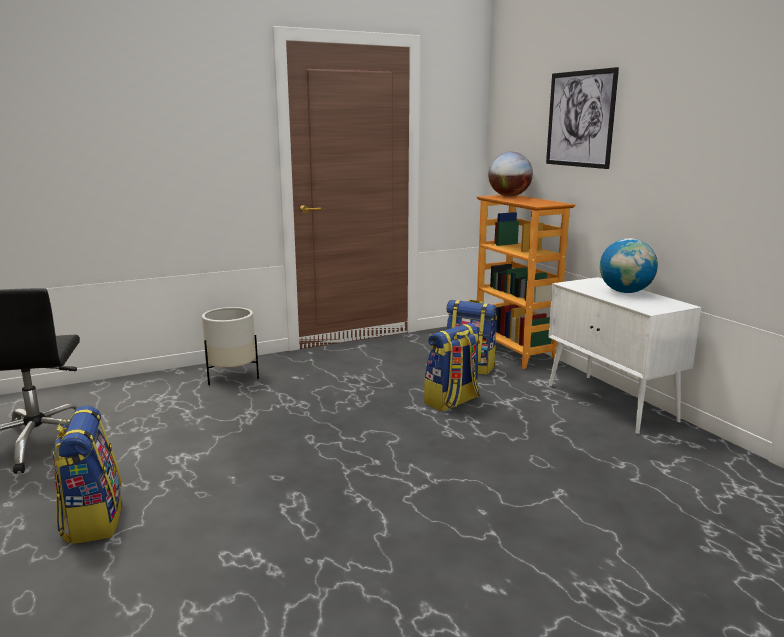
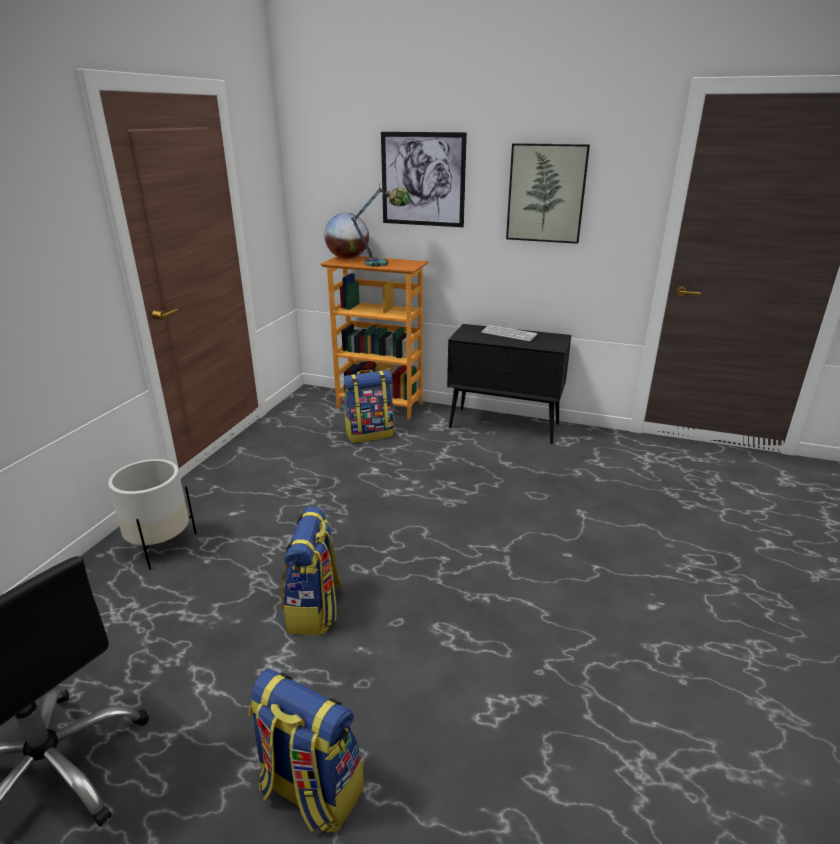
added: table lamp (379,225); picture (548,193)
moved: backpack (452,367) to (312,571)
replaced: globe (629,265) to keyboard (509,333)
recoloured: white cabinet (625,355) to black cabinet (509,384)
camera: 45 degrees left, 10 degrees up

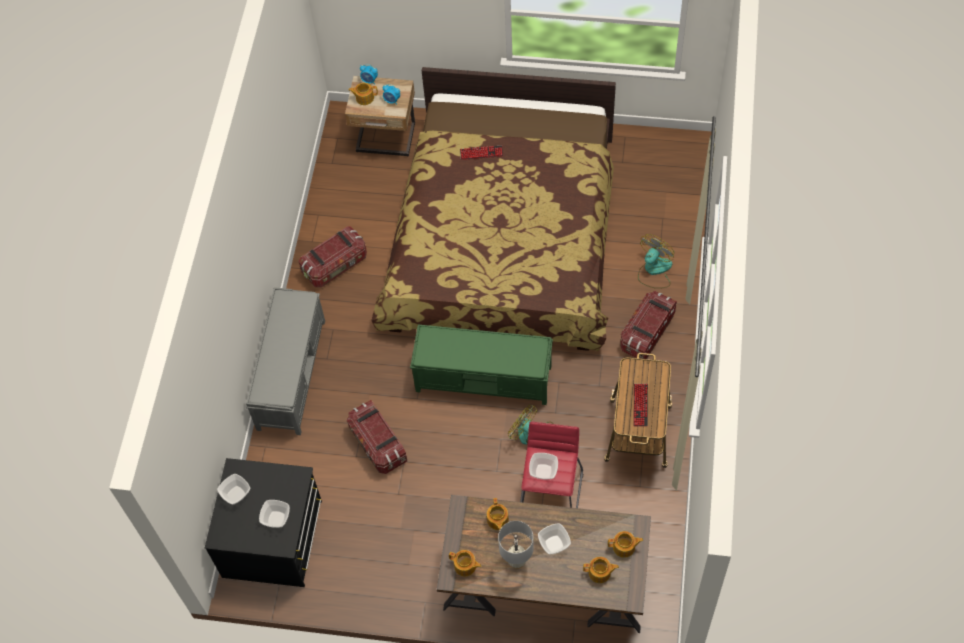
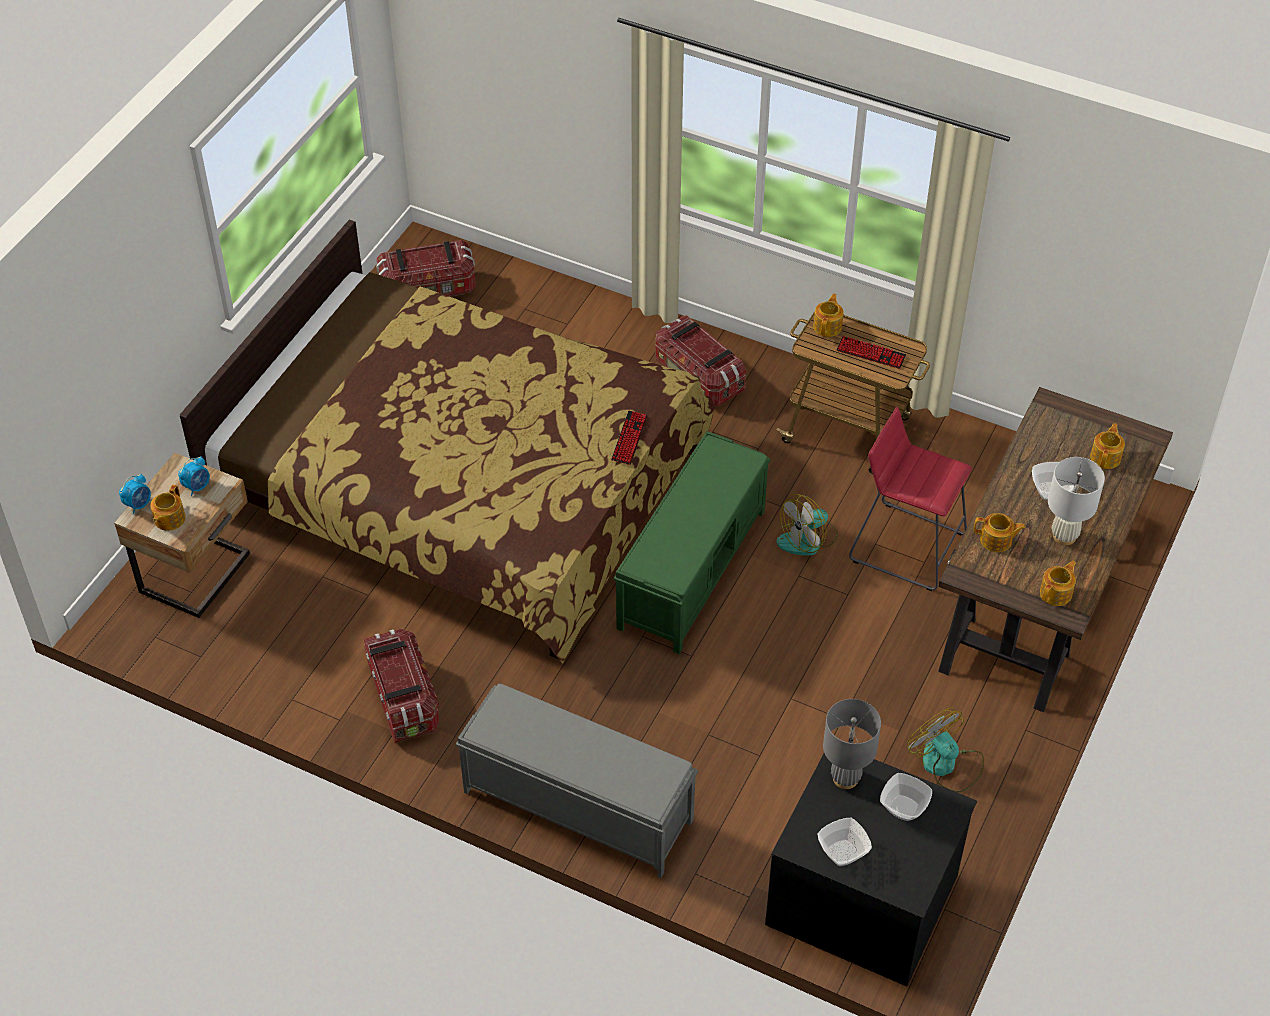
removed: bowl (543,466)
added: grey table lamp (852,744)
moved: storage box (377,437) to (426,268); keyboard (481,153) to (629,438); teapot (625,544) to (828,315); fan (656,261) to (945,750)
camera: 75 degrees left, 10 degrees down

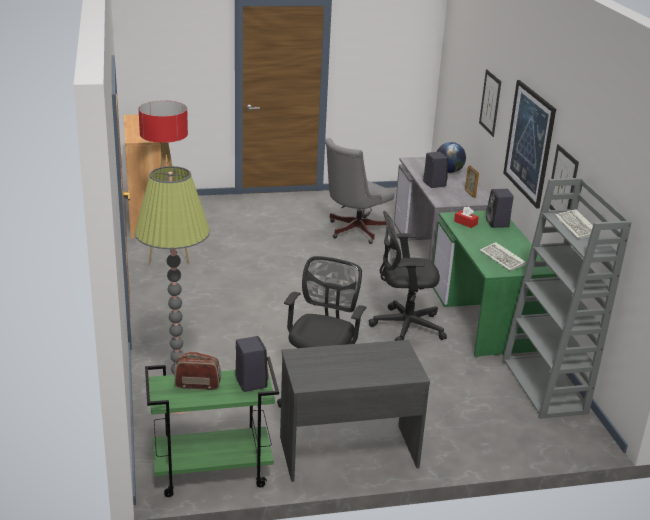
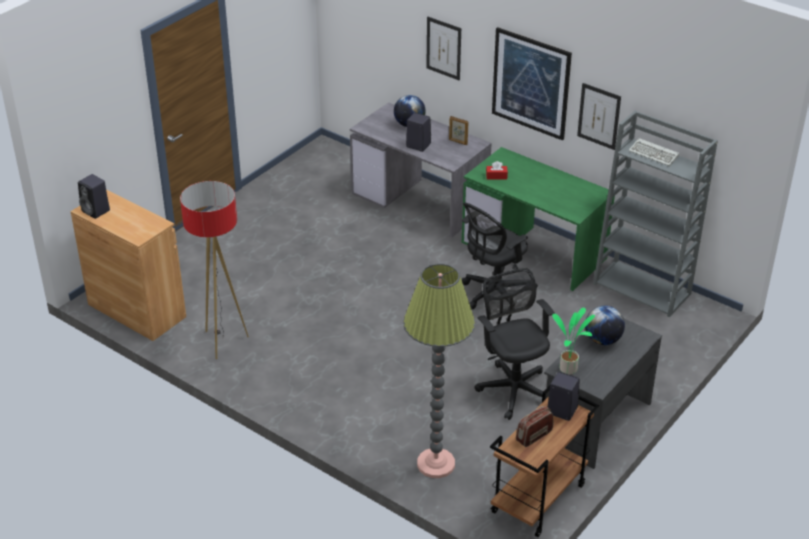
removed: grey office chair (359,191); keyboard (503,256)
added: potted plant (573,341); globe (605,325)
moved: black speaker (500,208) to (94,196)
recoloured: green cart (212,427) to brown cart (544,461)
camera: 40 degrees left, 10 degrees up

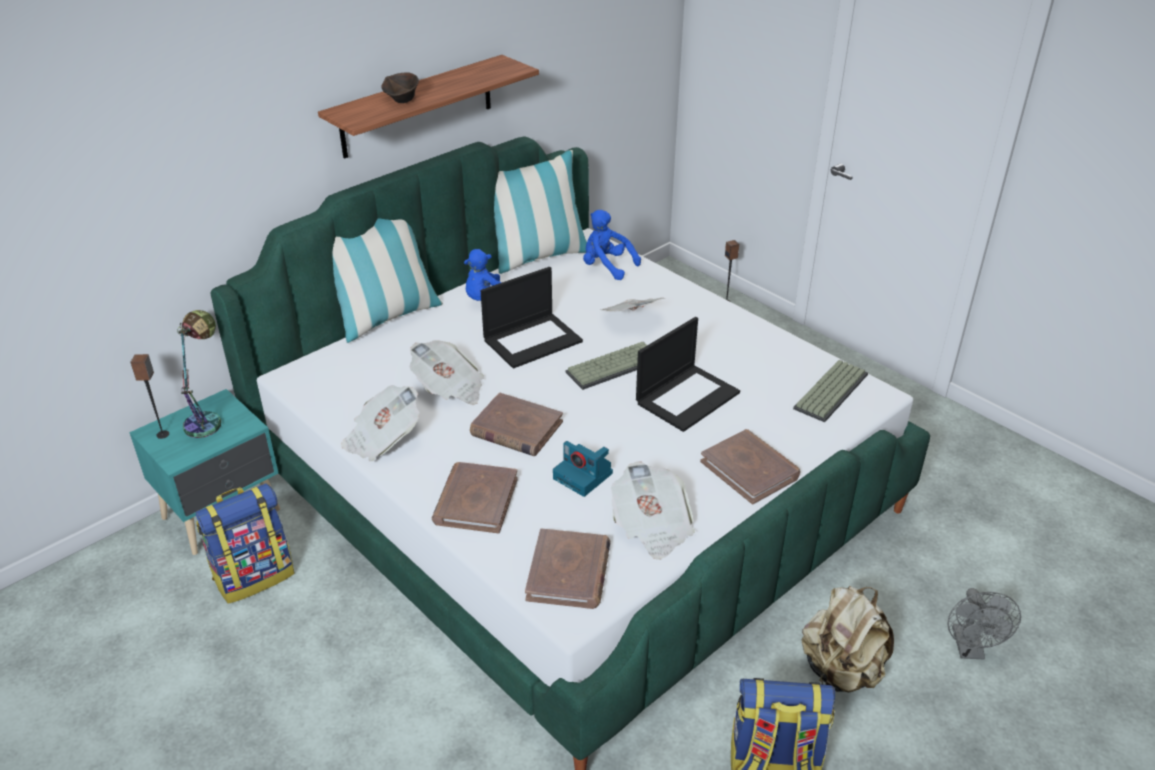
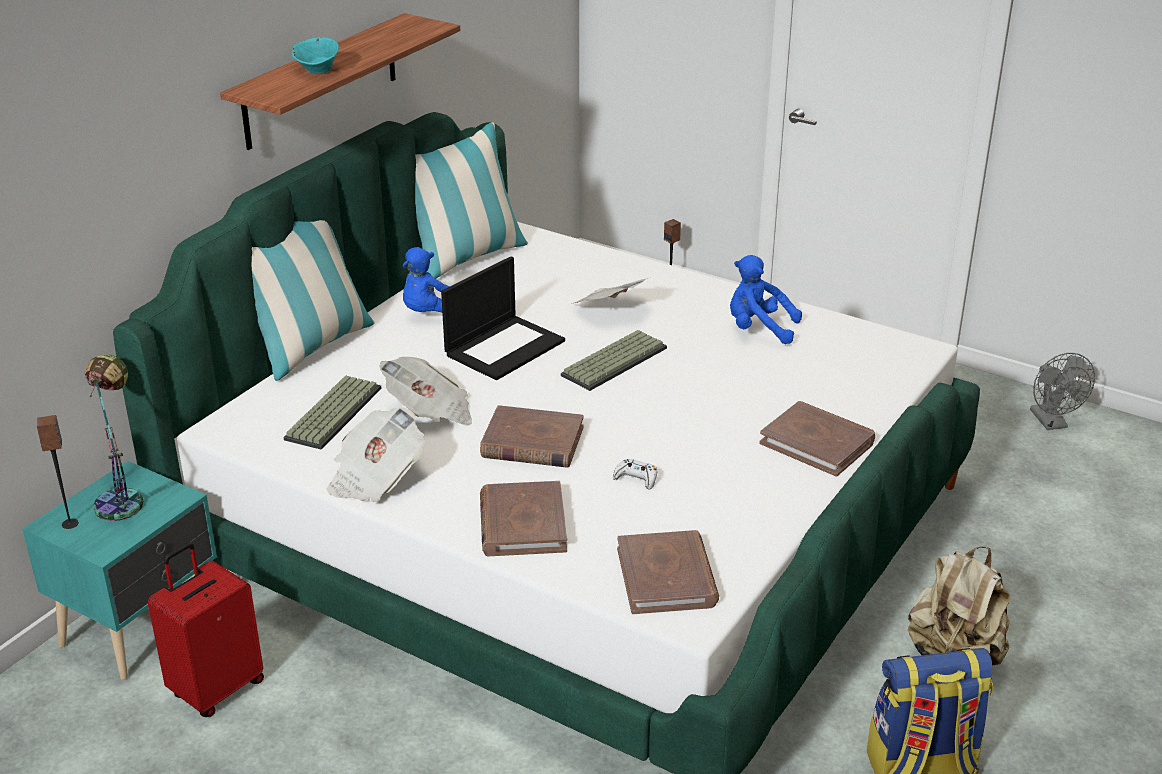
removed: newspaper (653,510); laptop (688,374)
moved: blue plush toy (612,245) to (766,299); keyboard (830,391) to (333,412); grey fan (984,623) to (1062,391)
replaced: backpack (245,543) to red suitcase (206,629); photo camera (583,469) to white game controller (635,474)
recoloured: brown bowl (400,87) to turquoise bowl (315,55)
camera: 15 degrees left, 5 degrees down

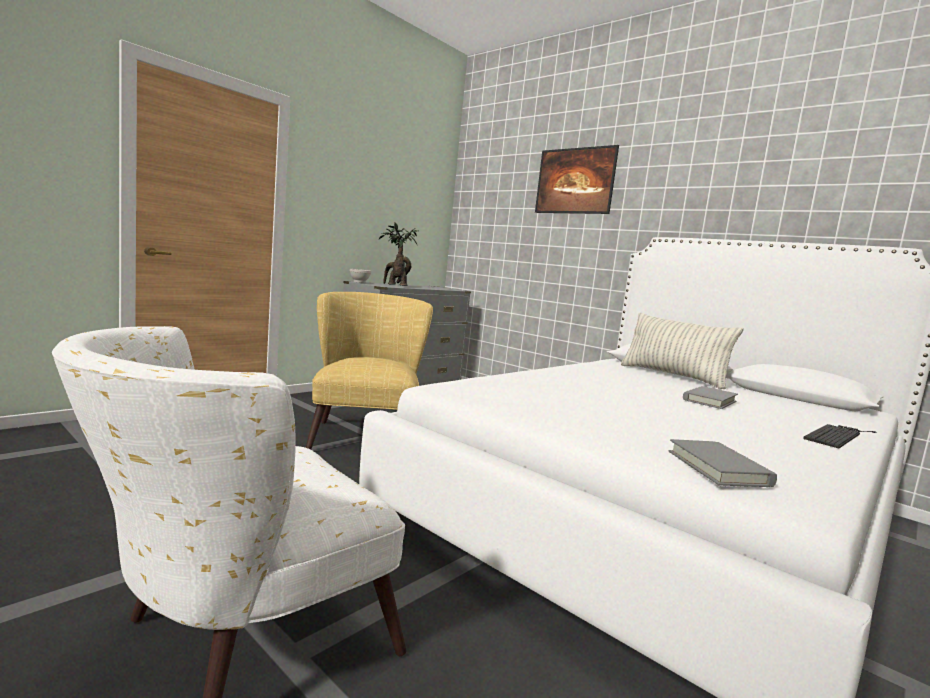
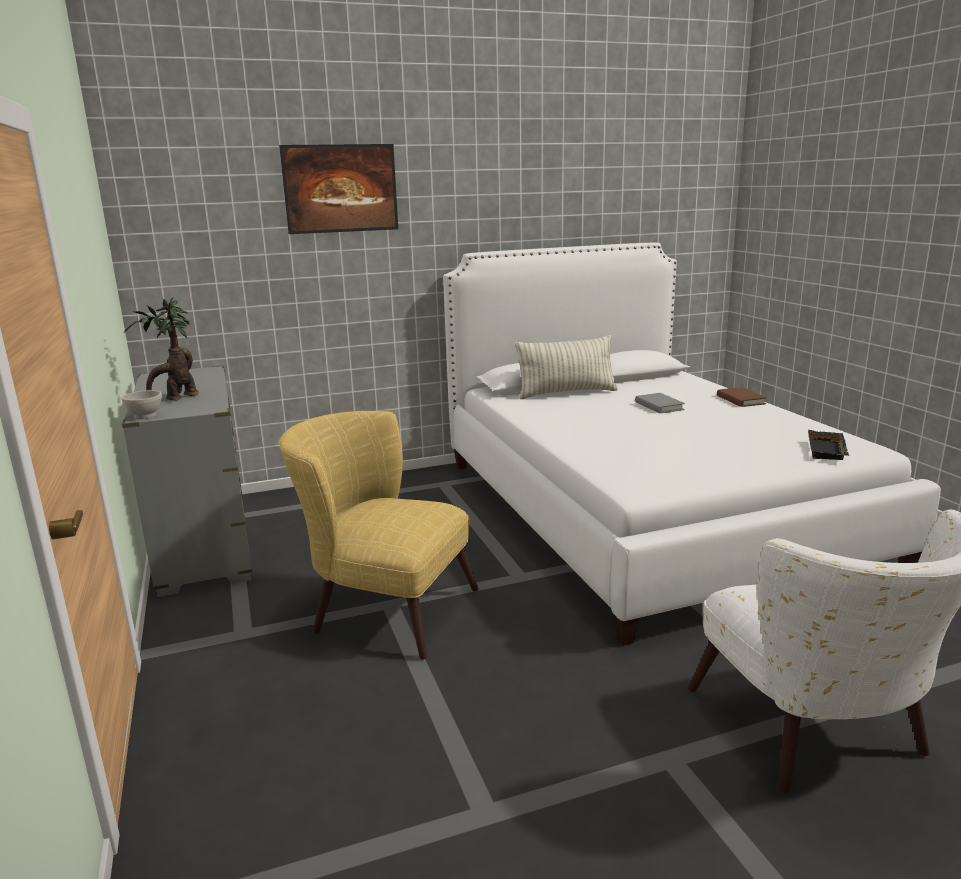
replaced: grey book (723,463) to black tray (828,445); keyboard (840,436) to brown book (742,397)
camera: 60 degrees left, 10 degrees up

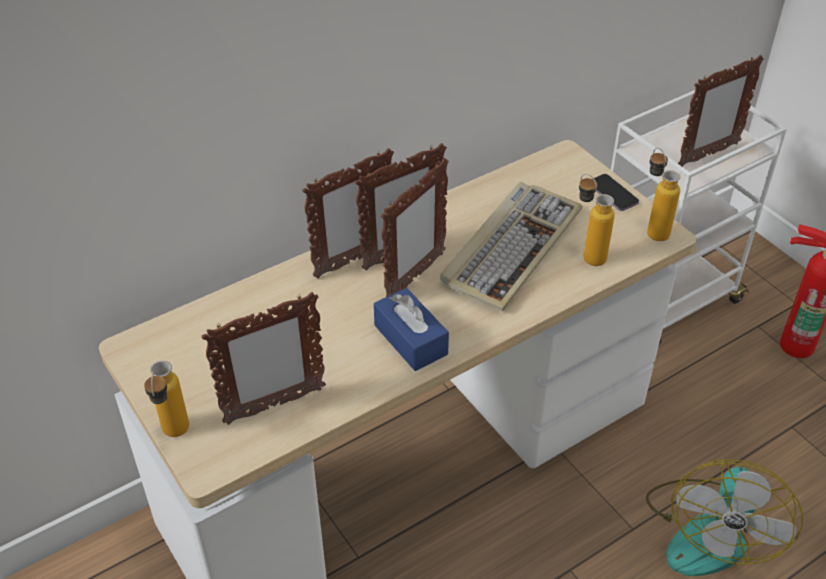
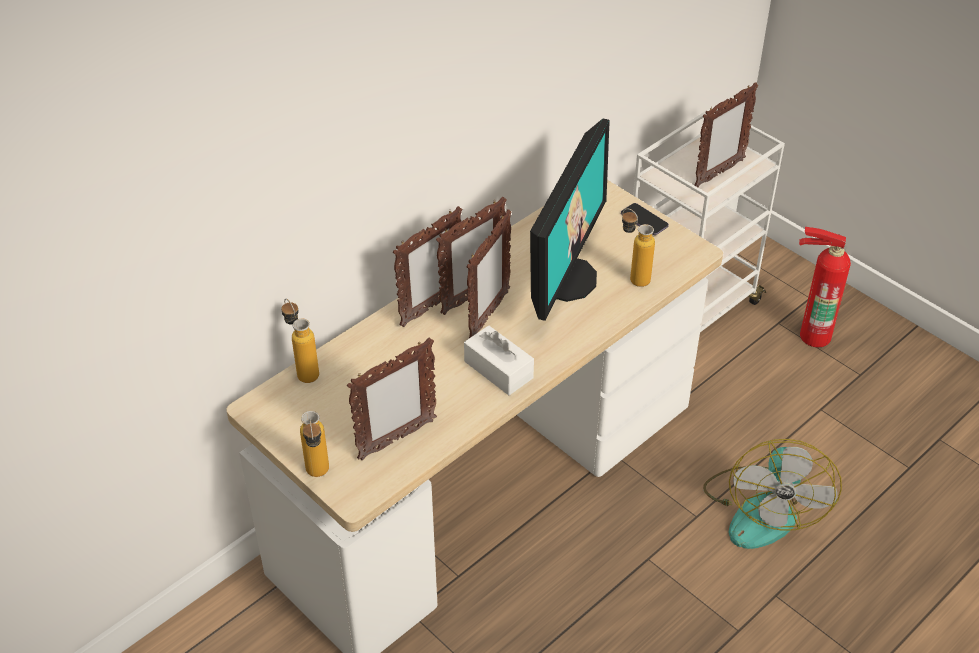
moved: bottle (663,194) to (300,341)
replaced: keyboard (511,246) to monitor (570,220)
recoloured: blue tissue box (411,329) to white tissue box (499,360)
camera: 10 degrees left, 0 degrees up

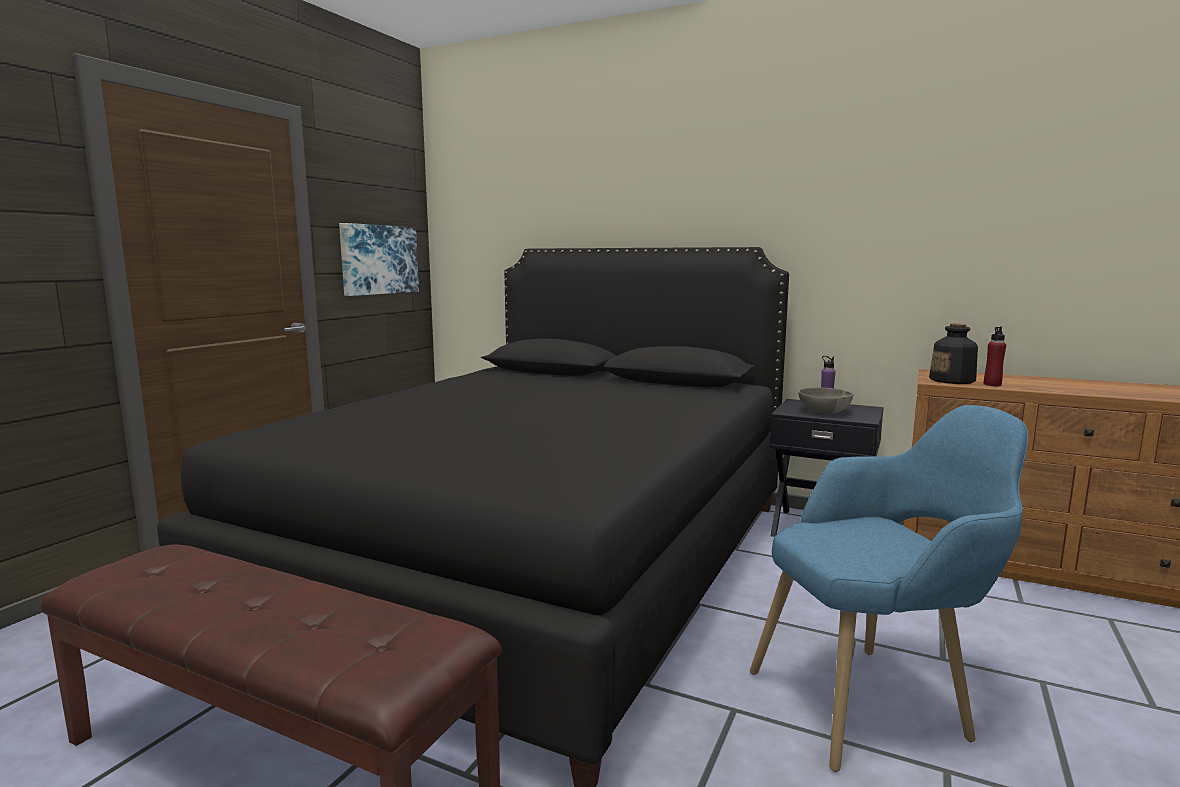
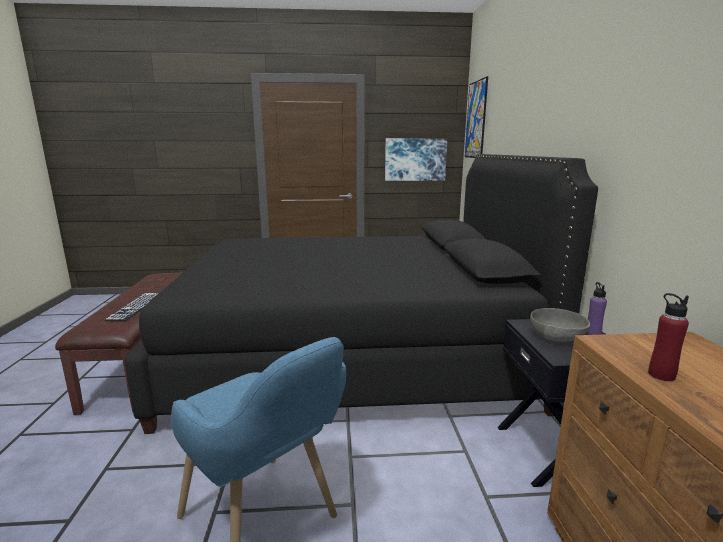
removed: bottle (953,354)
added: keyboard (131,307); picture (476,117)
camera: 60 degrees right, 5 degrees up

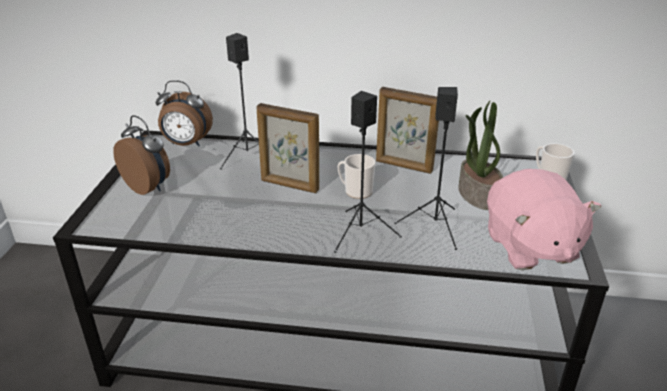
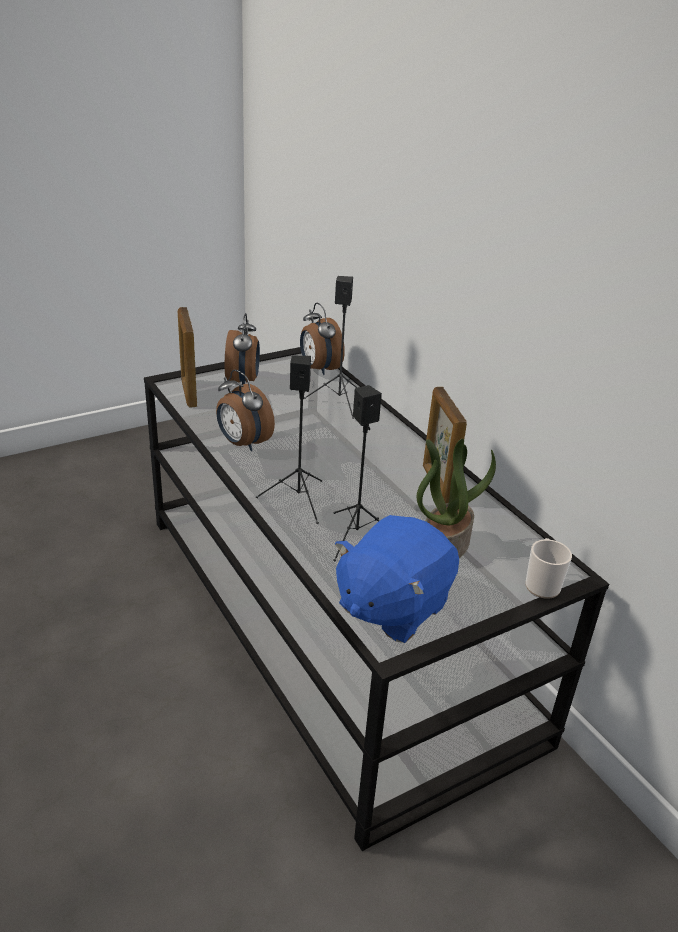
removed: mug (356,176)
added: alarm clock (245,410)
moved: picture frame (287,148) to (187,357)
recoloured: pink plush toy (544,219) to blue plush toy (397,579)
camera: 50 degrees right, 0 degrees up

